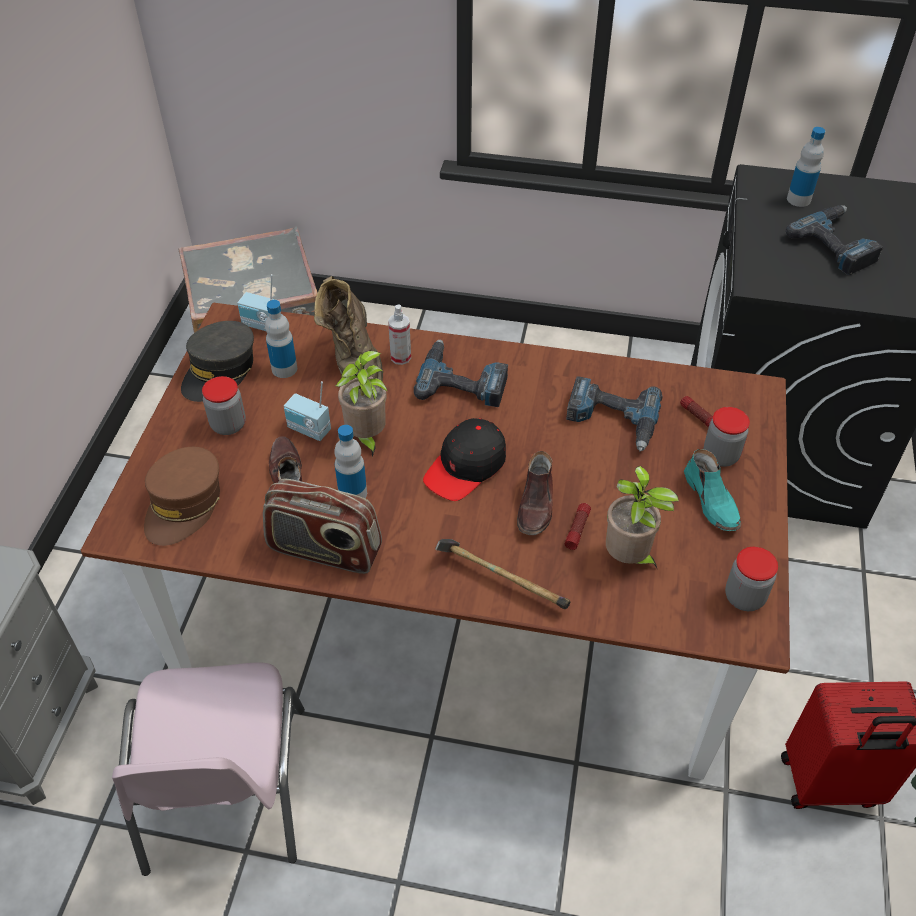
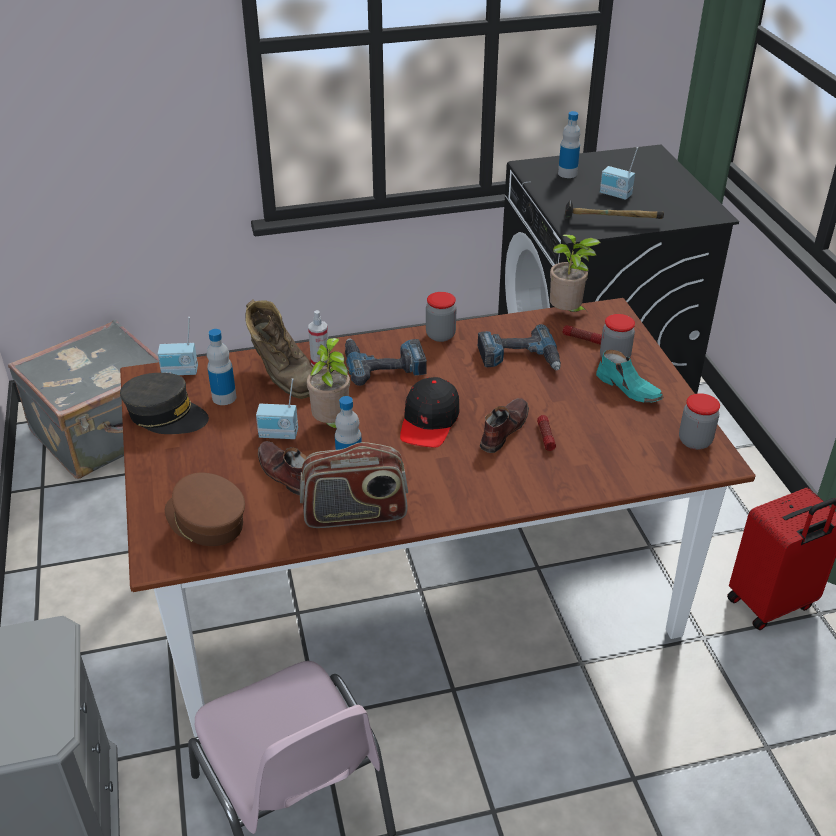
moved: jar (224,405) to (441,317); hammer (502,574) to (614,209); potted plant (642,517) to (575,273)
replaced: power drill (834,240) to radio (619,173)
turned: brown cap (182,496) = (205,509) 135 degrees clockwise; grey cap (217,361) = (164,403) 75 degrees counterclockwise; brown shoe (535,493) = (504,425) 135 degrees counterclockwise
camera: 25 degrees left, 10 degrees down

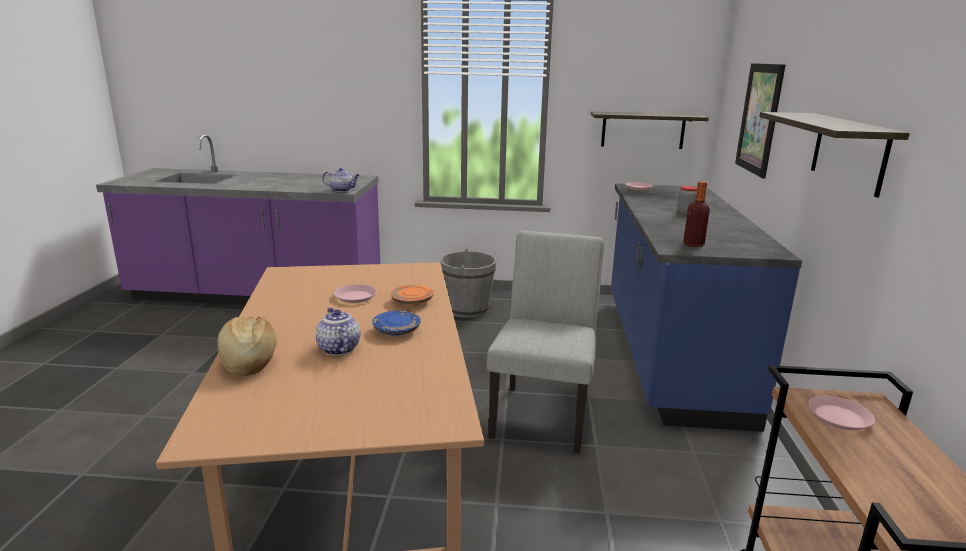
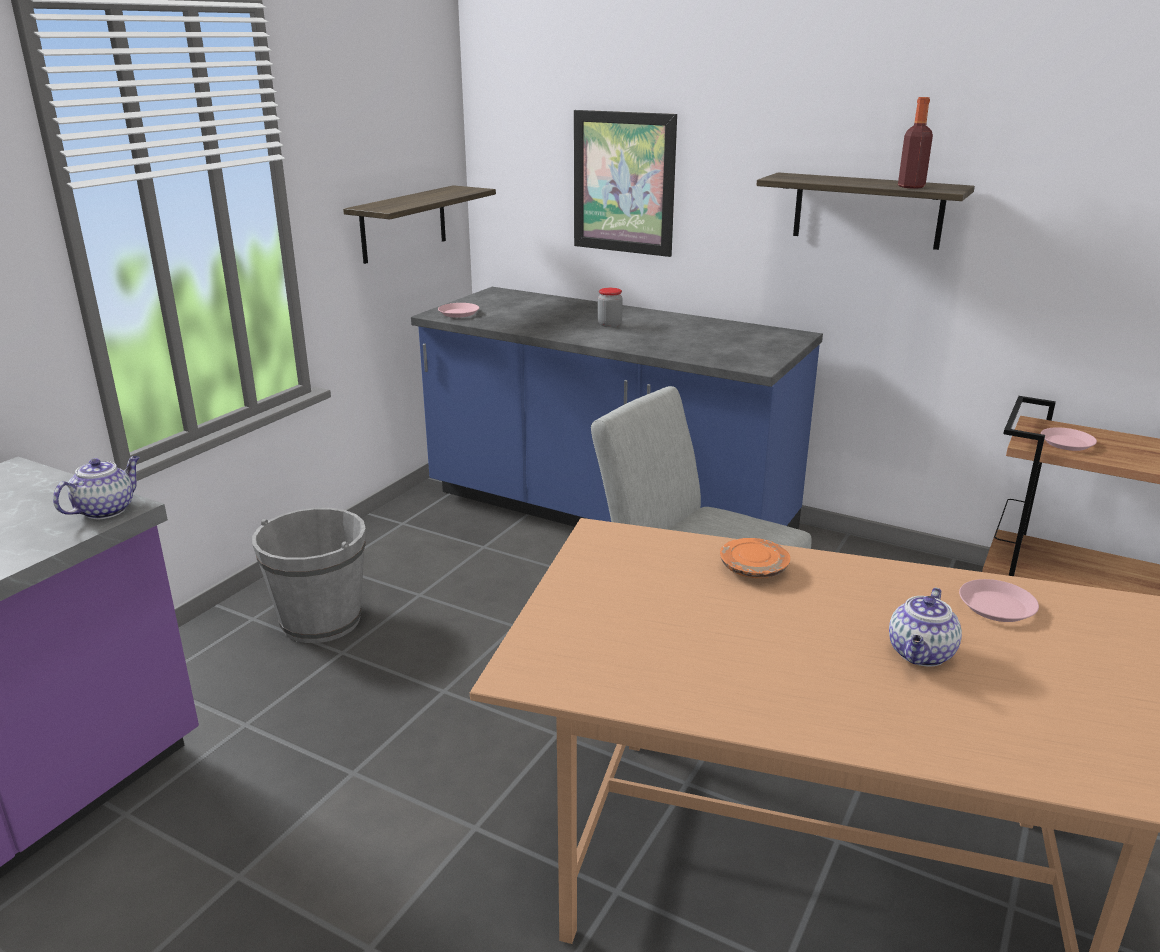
removed: bread (247,346); blue plate (396,323)
moved: pink plate (355,294) to (999,600); bottle (696,214) to (915,143)
turned: teapot (337,331) = (925,627) 60 degrees counterclockwise
camera: 65 degrees left, 5 degrees up

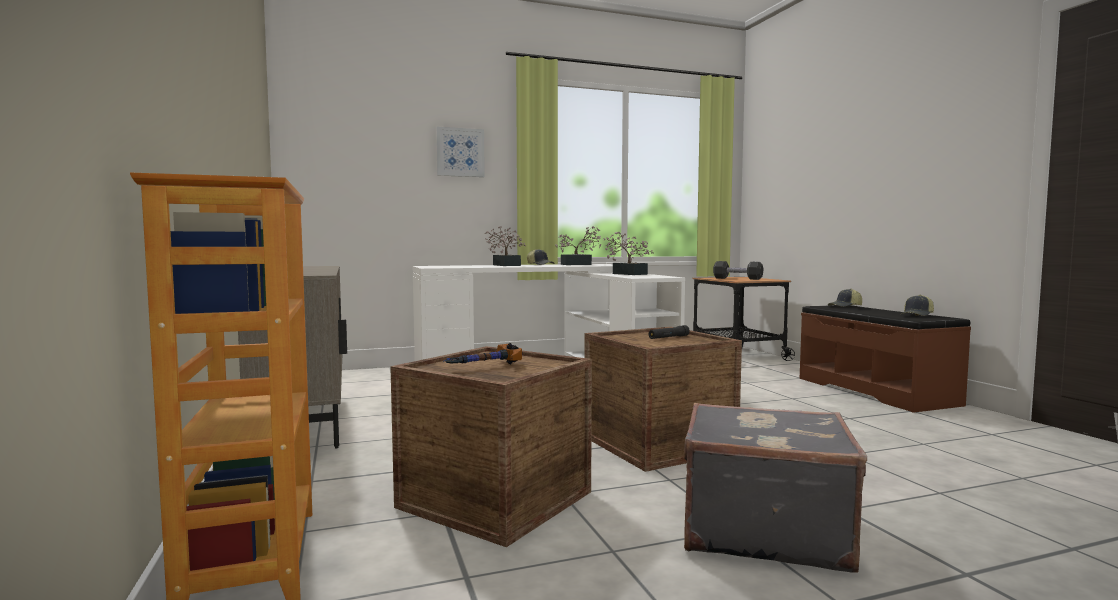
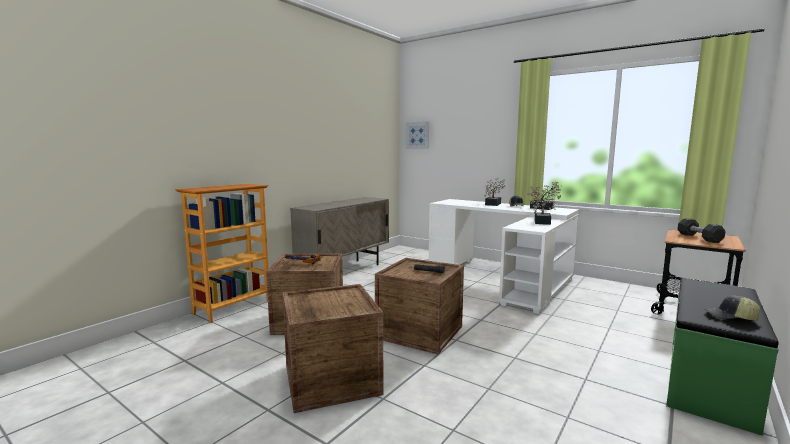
removed: cap (845,298)
moved: picture (460,152) to (417,135)
replaced: grey suitcase (775,488) to crate (333,348)
recoloured: brown bench (885,359) to green bench (722,357)
camera: 55 degrees right, 5 degrees up

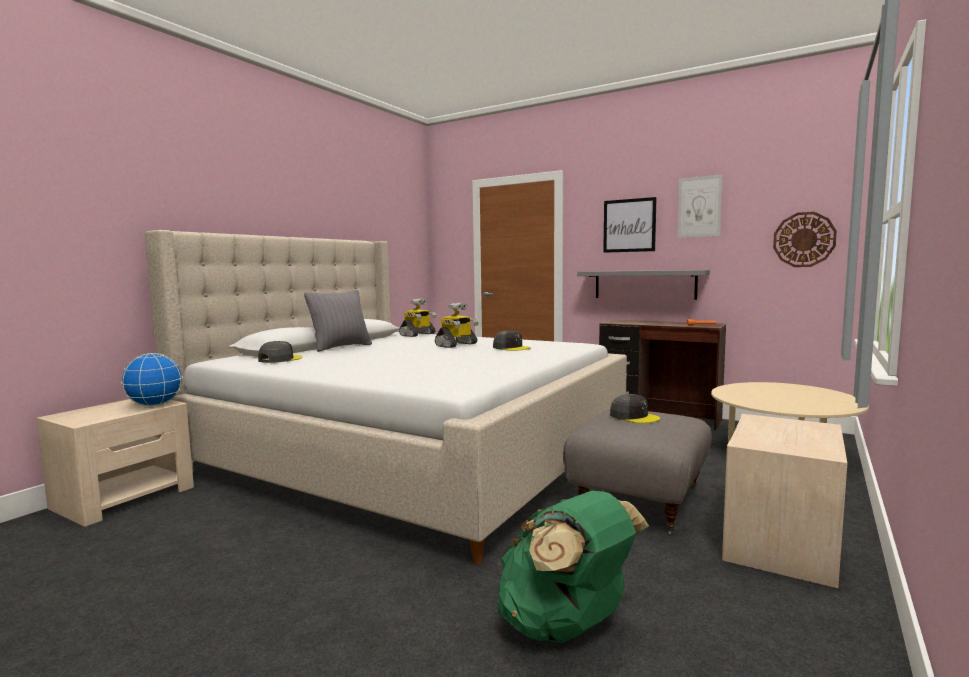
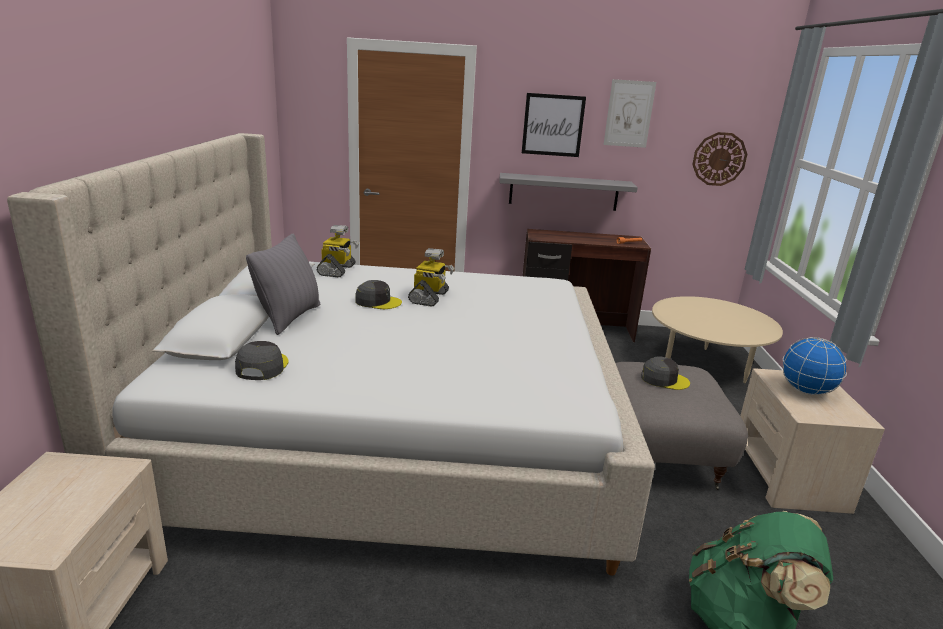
moved: globe (152,379) to (814,366); grey cap (512,340) to (378,294)
camera: 30 degrees left, 15 degrees up

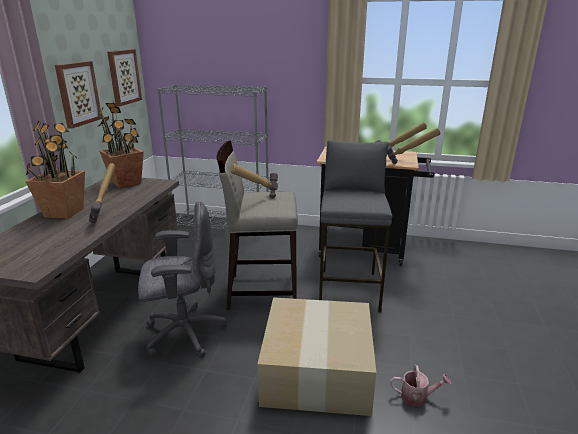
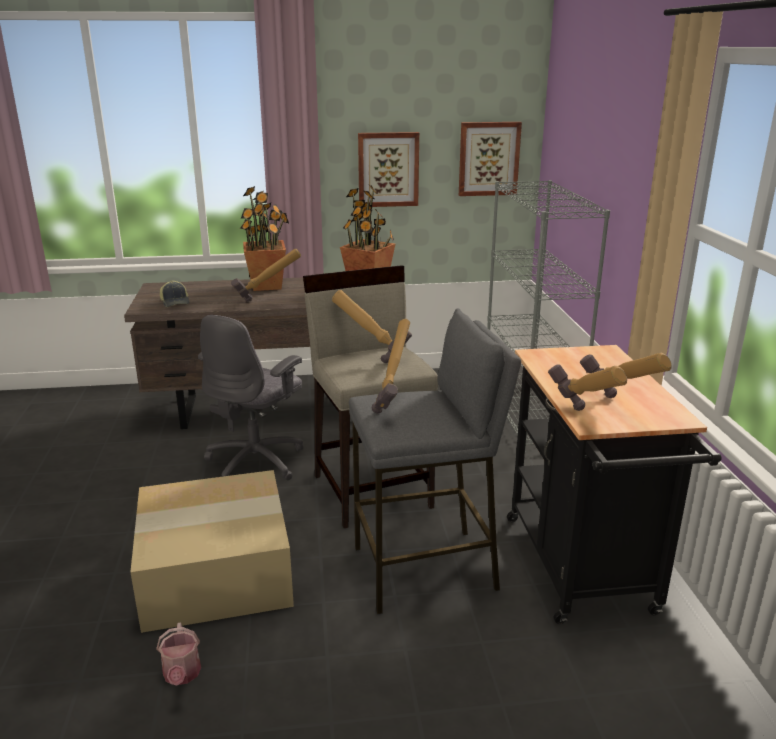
added: cap (174,294); hammer (390,366)
turned: grey office chair (182,279) = (250,397) 60 degrees clockwise
camera: 70 degrees right, 0 degrees up

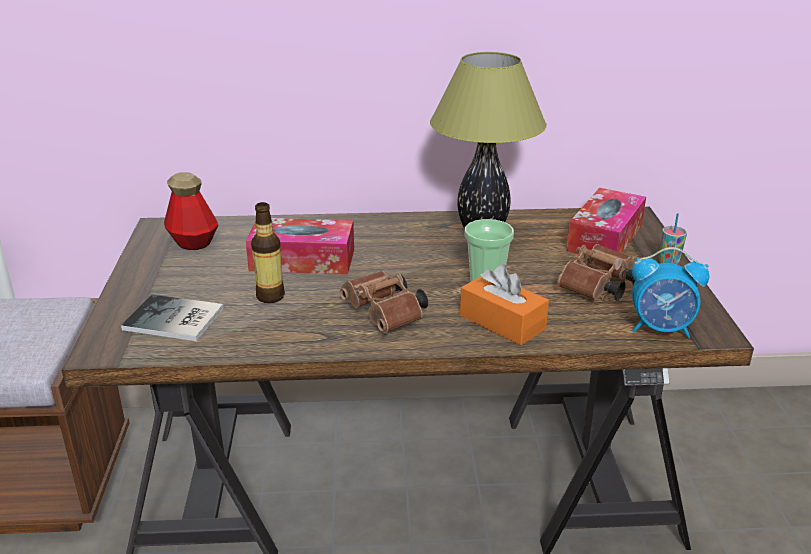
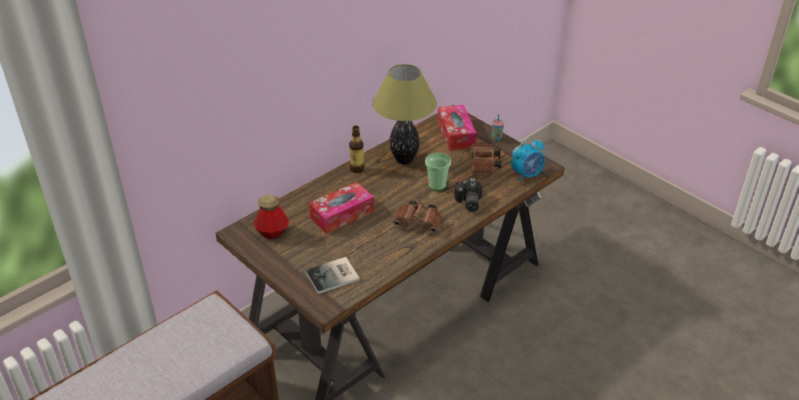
moved: bottle (268,252) to (356,149)
replaced: orange tissue box (504,304) to photo camera (468,195)
camera: 40 degrees left, 10 degrees up

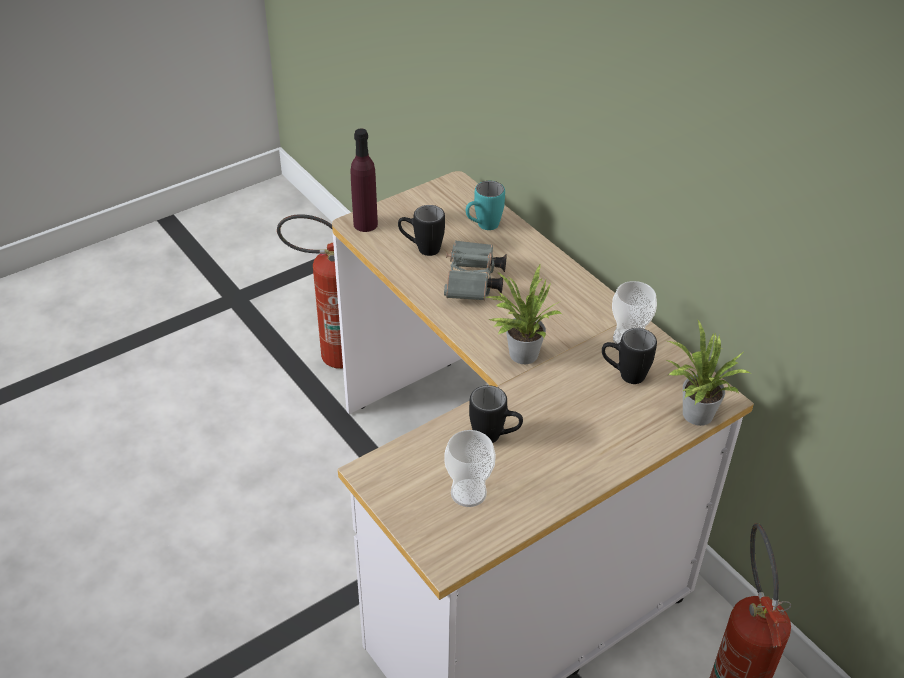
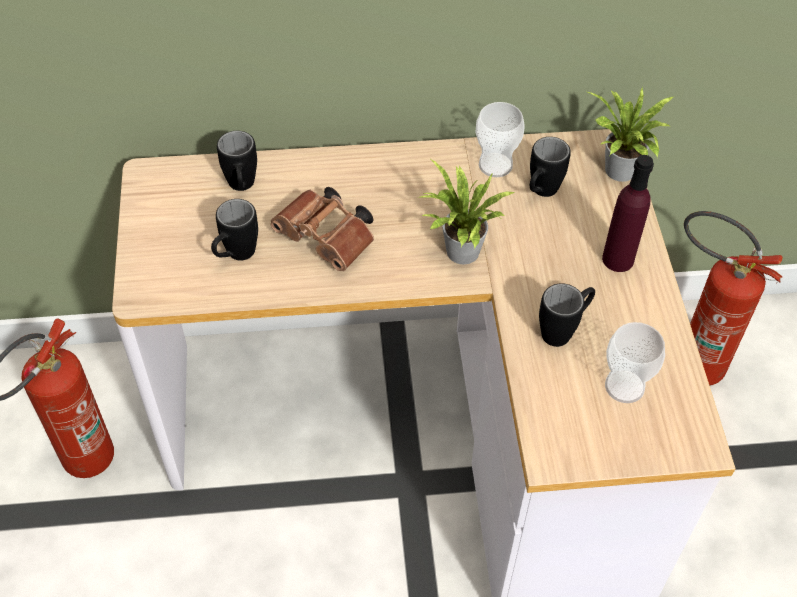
moved: purple bottle (364,180) to (628,213)
recoloured: grey binoculars (475,270) to brown binoculars (322,229); turquoise mug (485,205) to black mug (237,161)
camera: 60 degrees left, 10 degrees up

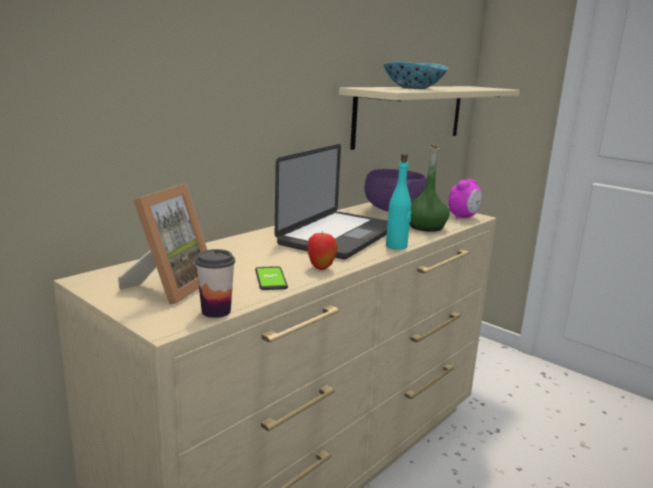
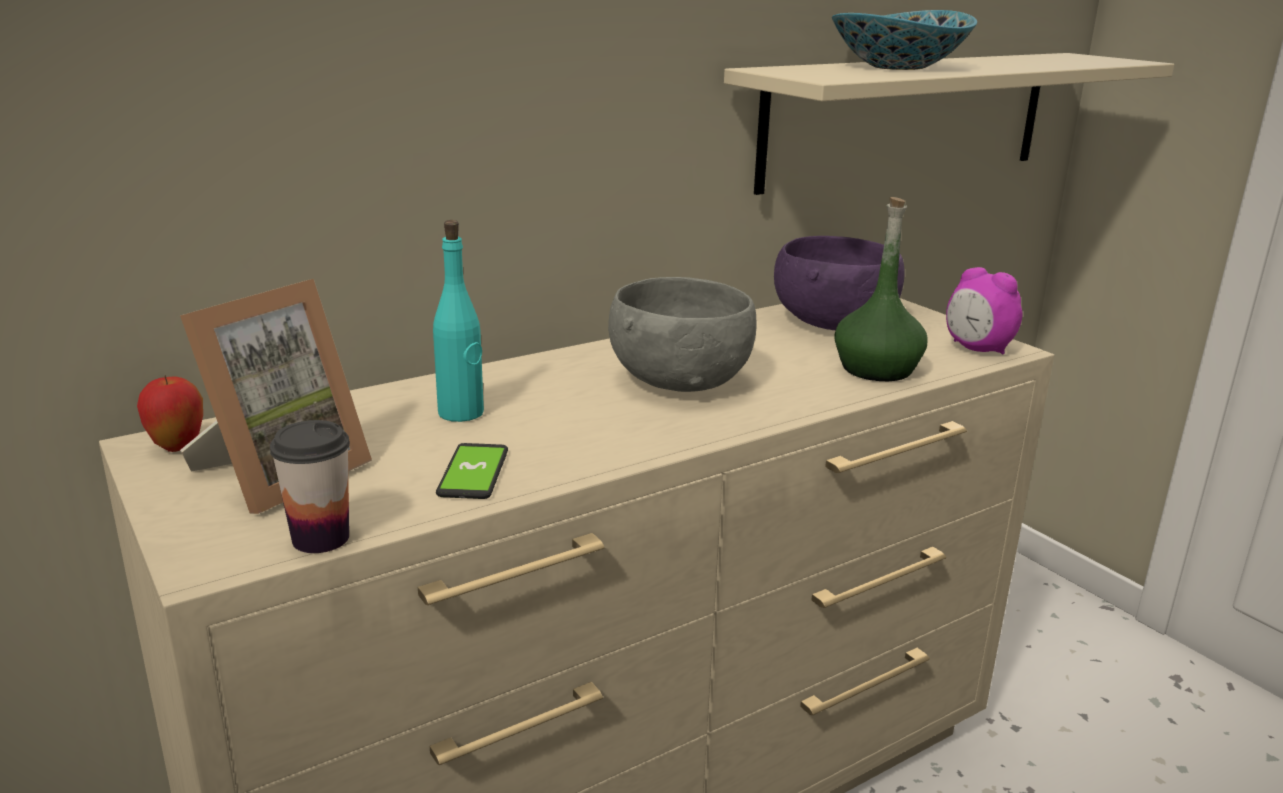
moved: apple (322,251) to (170,413); turquoise bottle (398,202) to (458,321)
replaced: laptop (331,202) to grey bowl (682,334)
turned: alarm clock (465,199) = (984,311) 75 degrees clockwise
camera: 15 degrees right, 5 degrees up

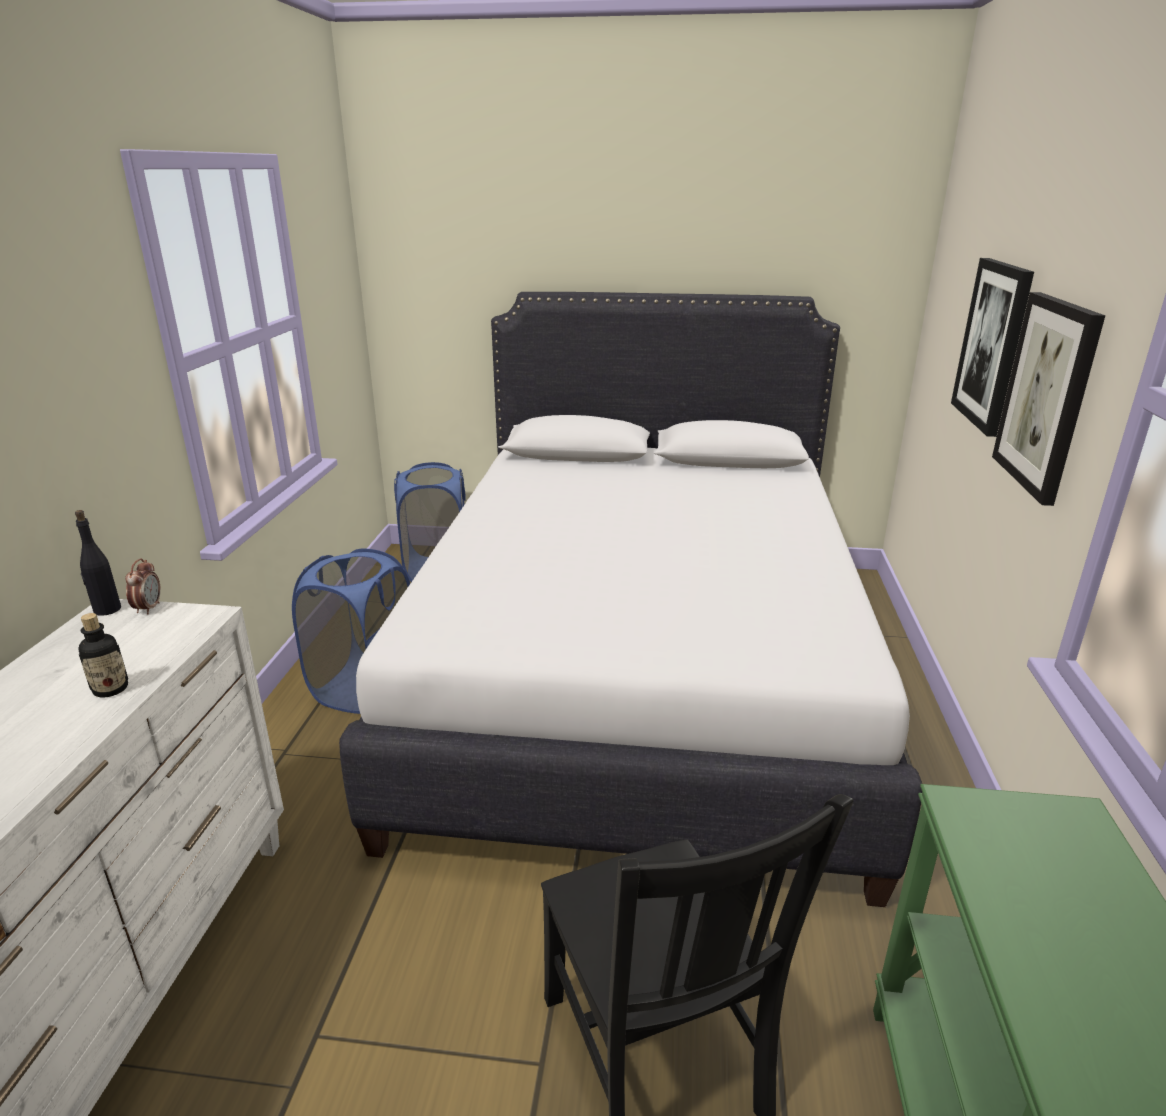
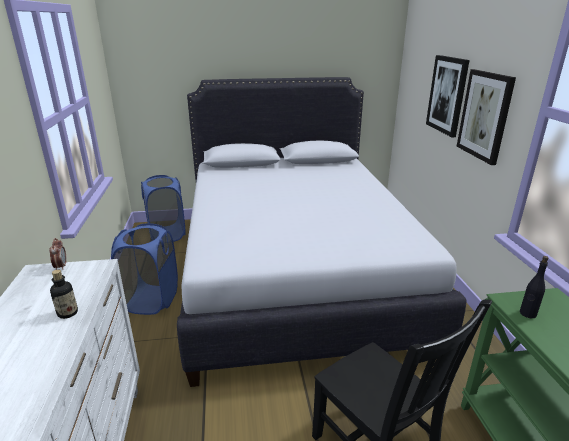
moved: black bottle (98,563) to (534,287)
camera: 15 degrees left, 0 degrees up

